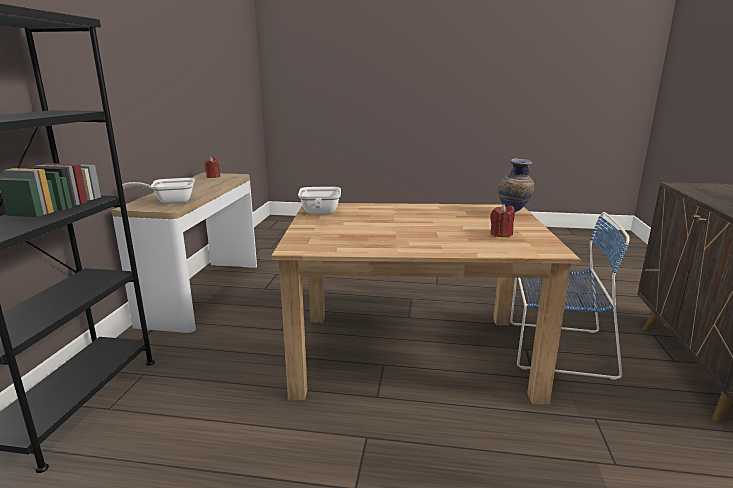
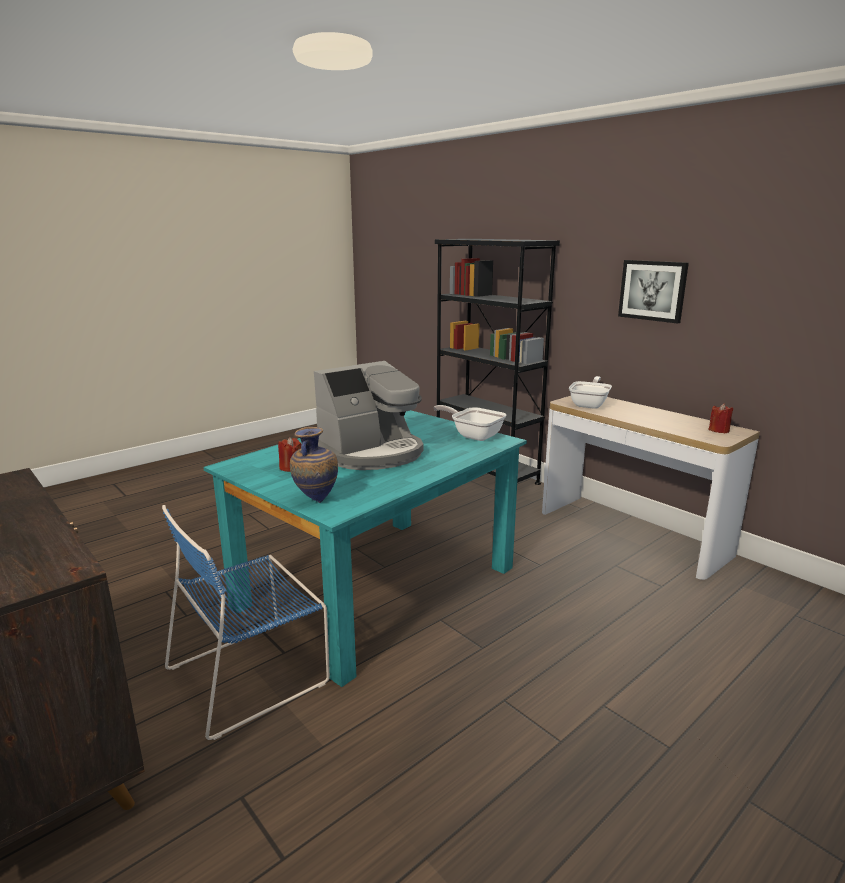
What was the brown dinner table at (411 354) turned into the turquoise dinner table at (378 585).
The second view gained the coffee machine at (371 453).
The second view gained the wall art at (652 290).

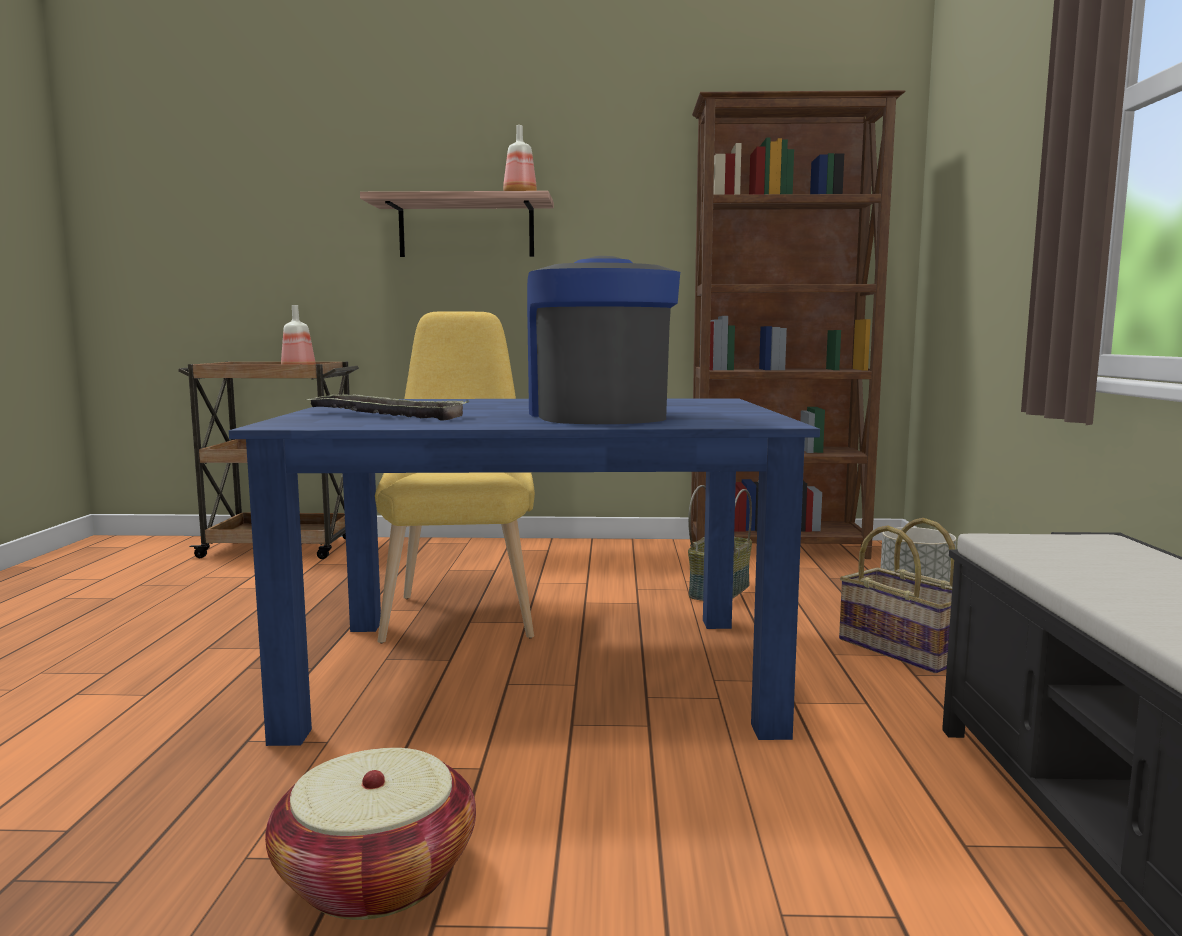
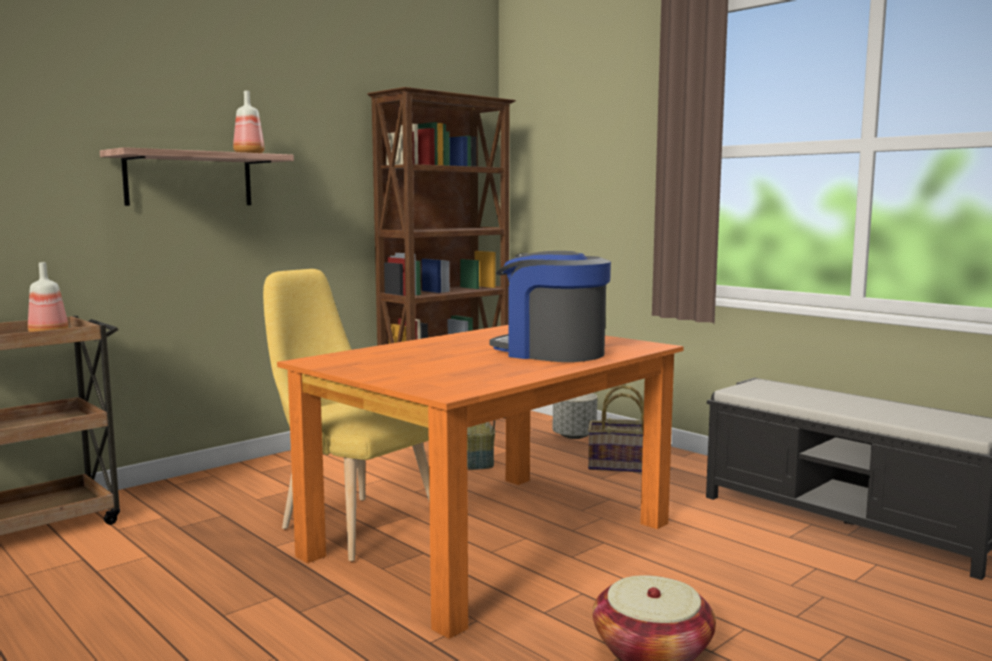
What was the bluish dinner table at (534 672) turned into the orangey dinner table at (490 540).
The second view lost the tray at (386 415).

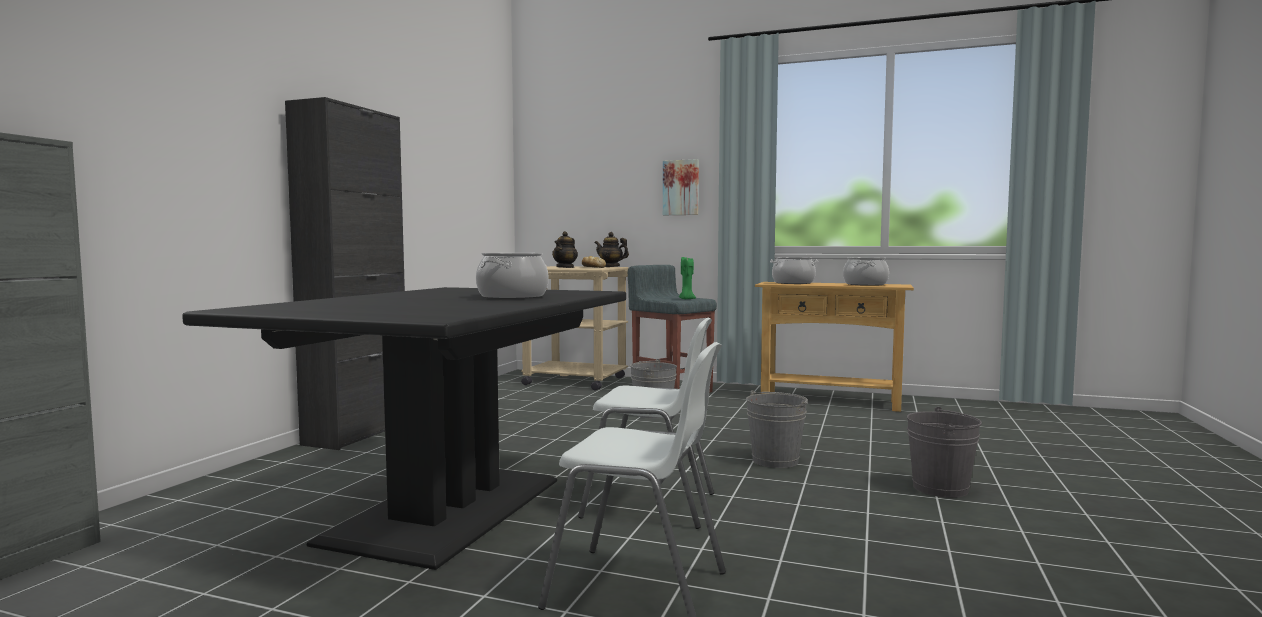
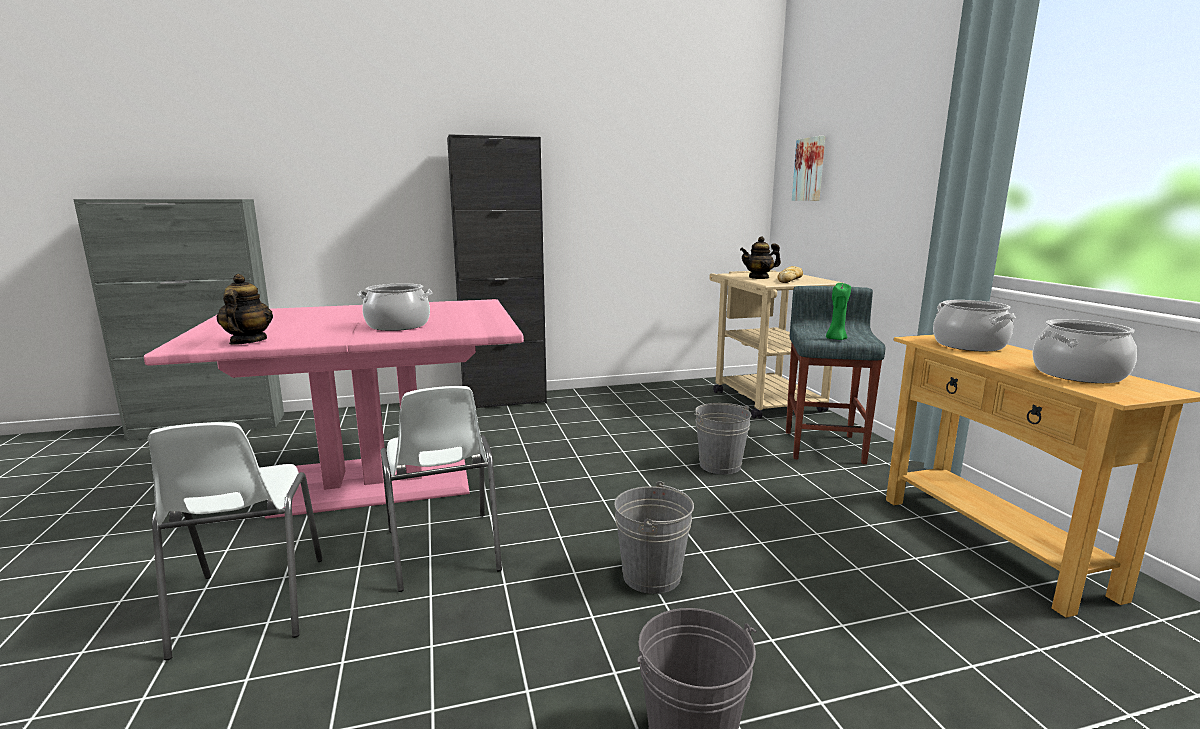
What was the black-coloured dinner table at (450 510) turned into the pink-coloured dinner table at (376 482).
The pot for tea ended up elsewhere, having gone from (611 266) to (248 341).
The wall art ended up elsewhere, having gone from (681 187) to (810 169).

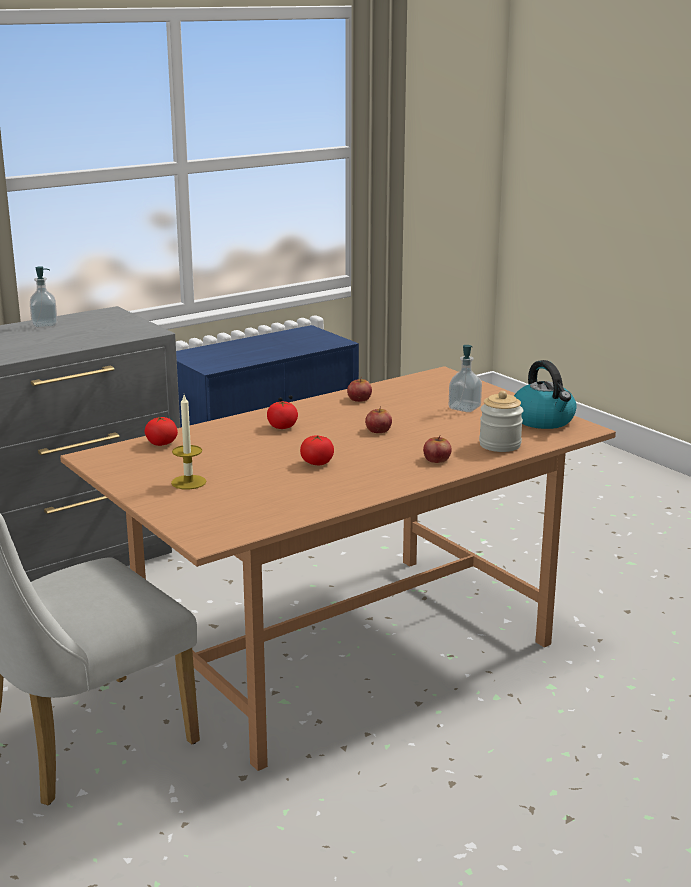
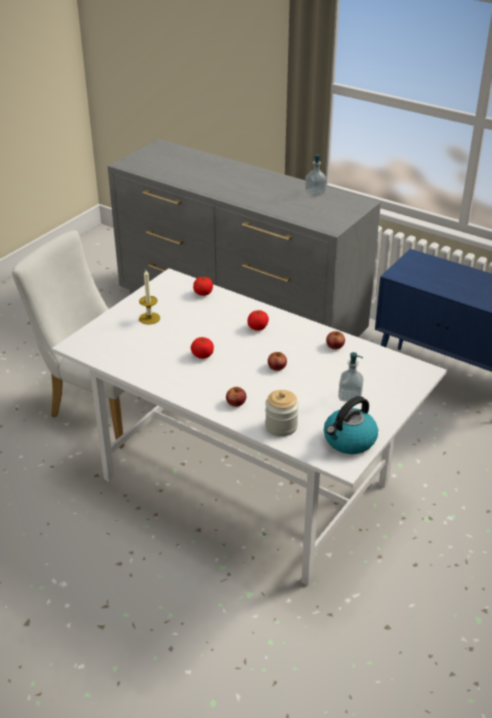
What was the brown dinner table at (346 647) turned into the white dinner table at (248 480).

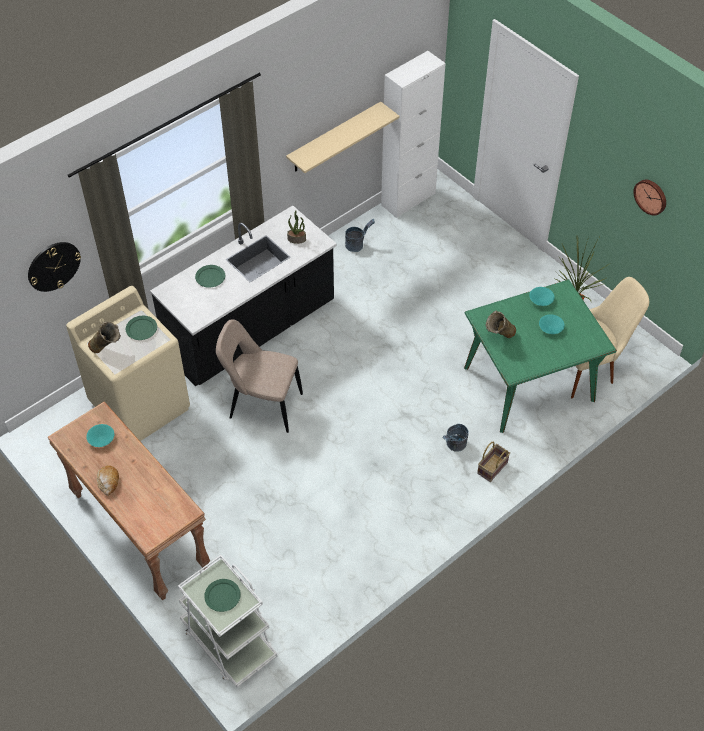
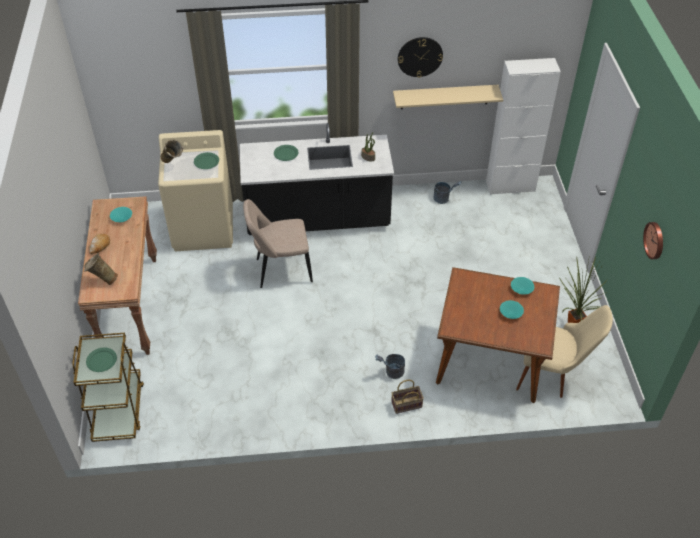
What was the white trolley at (229 641) turned into the brown trolley at (118 410).
The sand-coloured vase ended up elsewhere, having gone from (498 338) to (103 281).
The sand-coloured upright chair at (262 405) ended up facing another way, 60 degrees counterclockwise from before.
The wall clock ended up elsewhere, having gone from (53 266) to (420 56).
What was the green-coloured dinner table at (528 384) turned into the brown dinner table at (489 360).

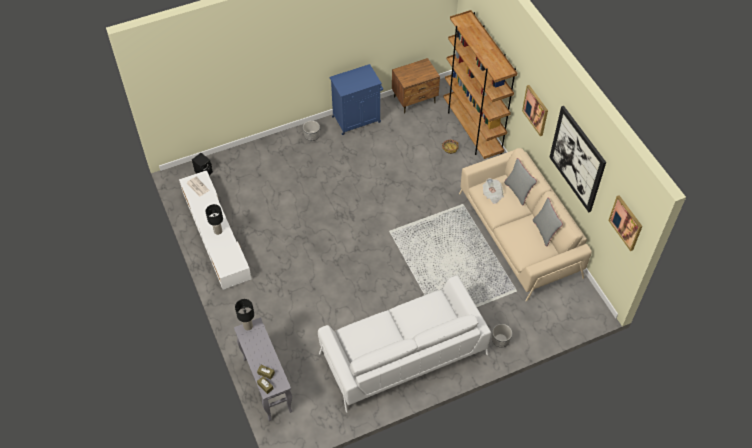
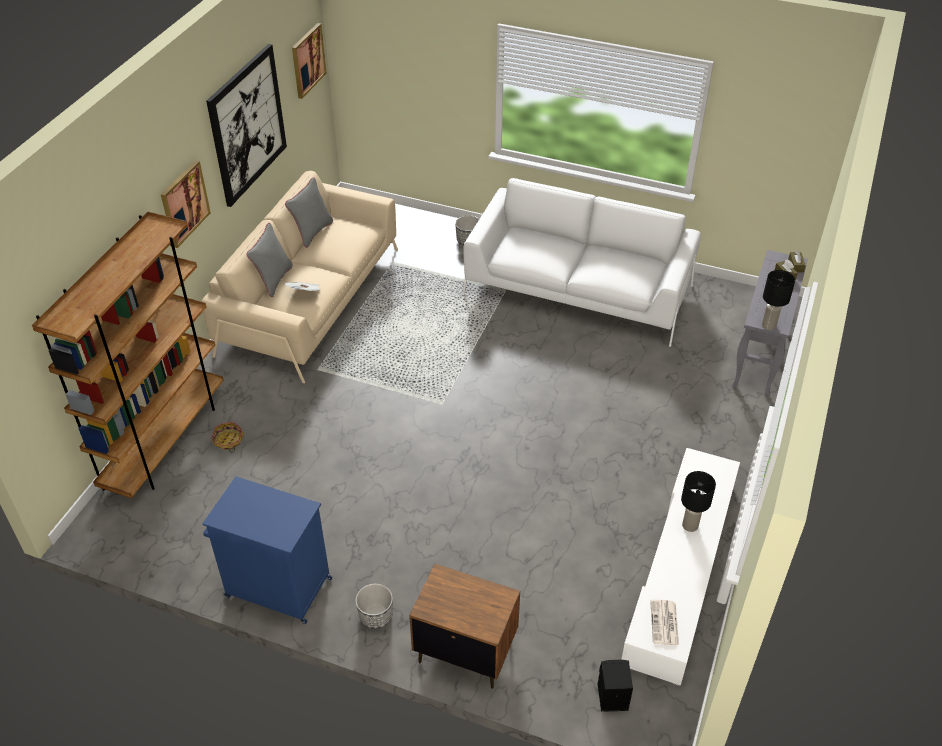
The brown nightstand ended up elsewhere, having gone from (415 100) to (465 651).

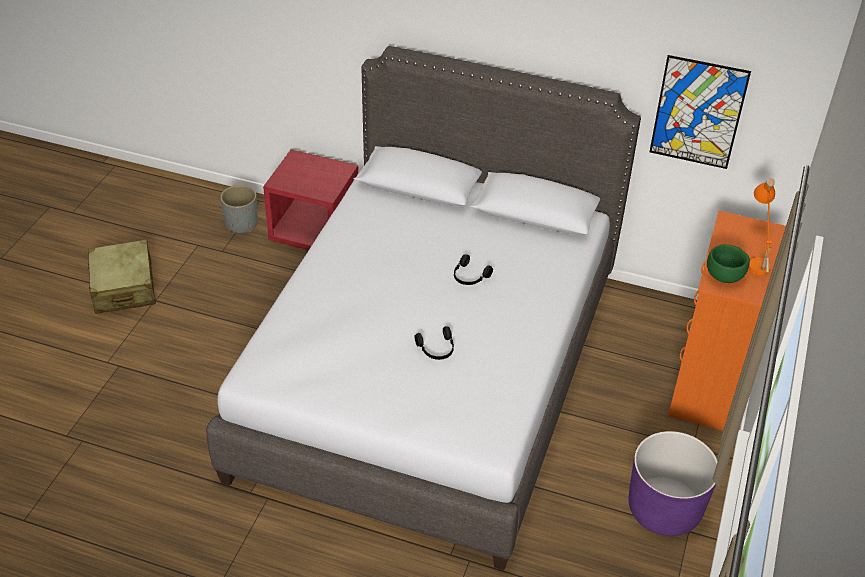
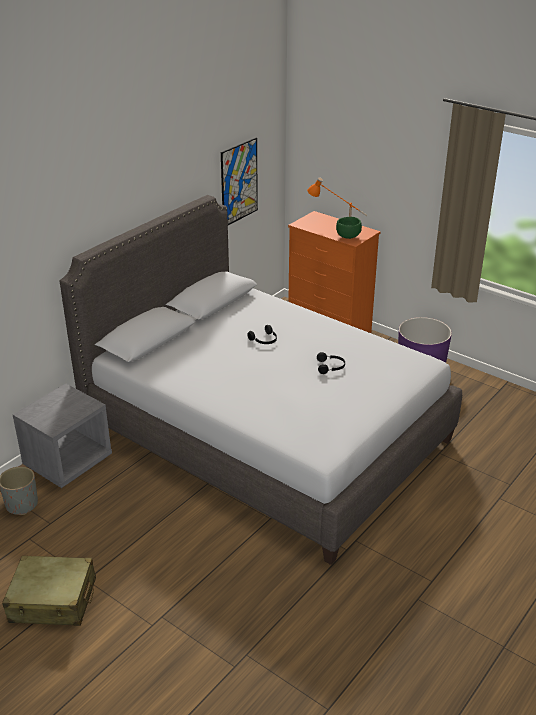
What was the red-coloured nightstand at (315 232) turned into the gray nightstand at (68 461).

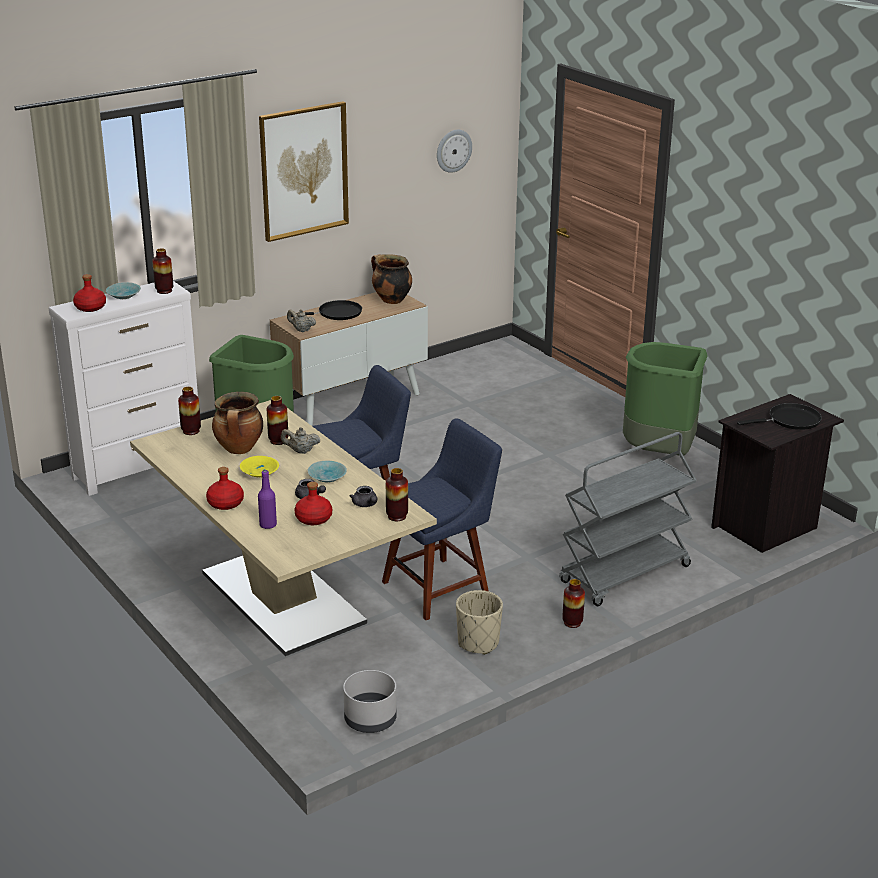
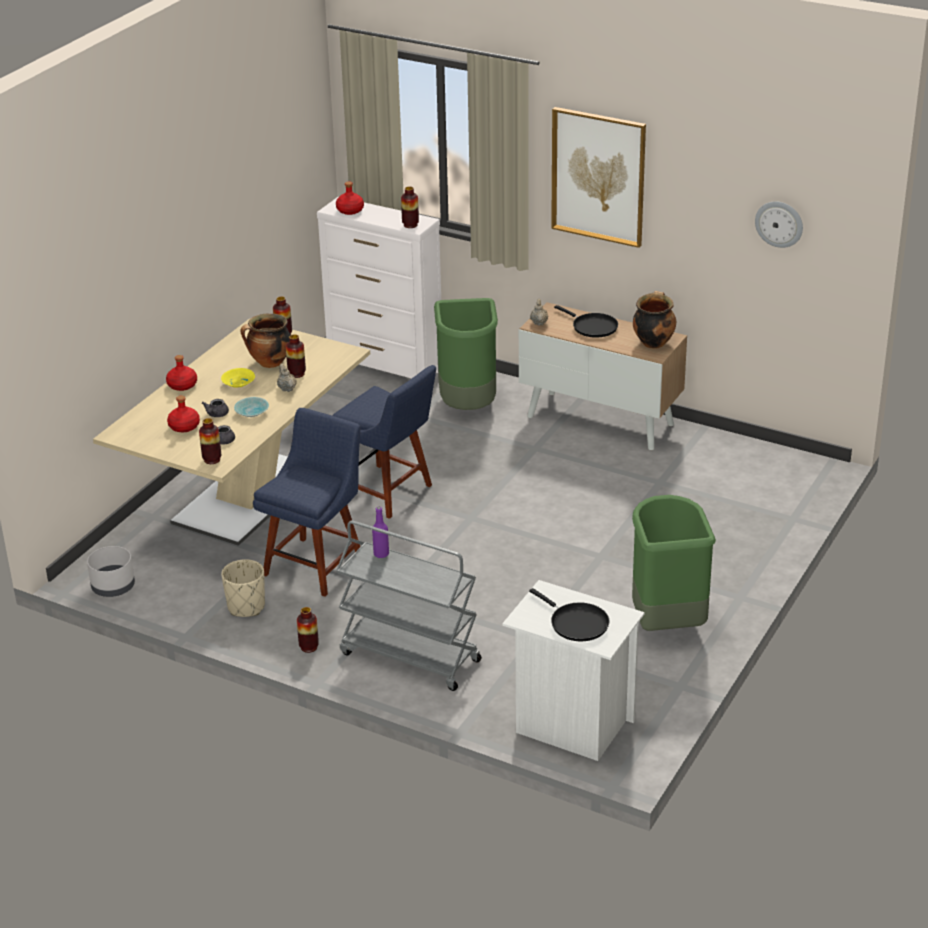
The bluish upright chair at (440 586) ended up facing another way, 90 degrees counterclockwise from before.
The purplish bottle ended up elsewhere, having gone from (268 525) to (381 554).
What was the black-coloured nightstand at (766 527) turned into the white nightstand at (570 726).
The second view lost the turquoise deep dish at (125 296).

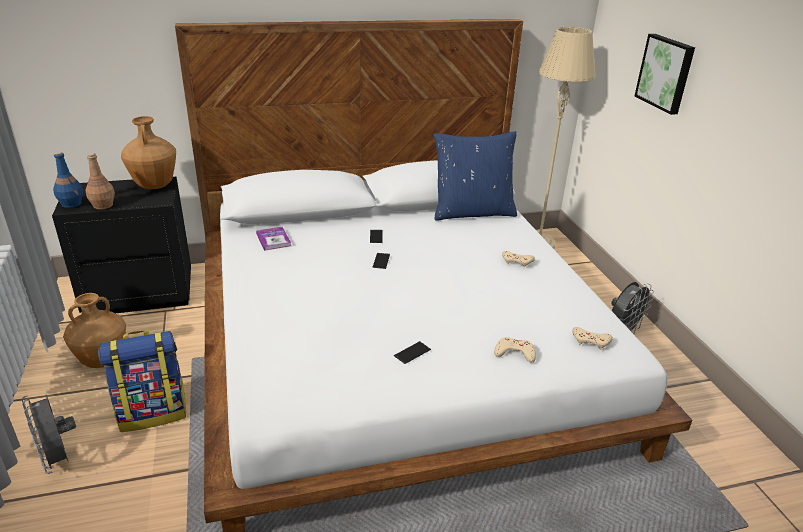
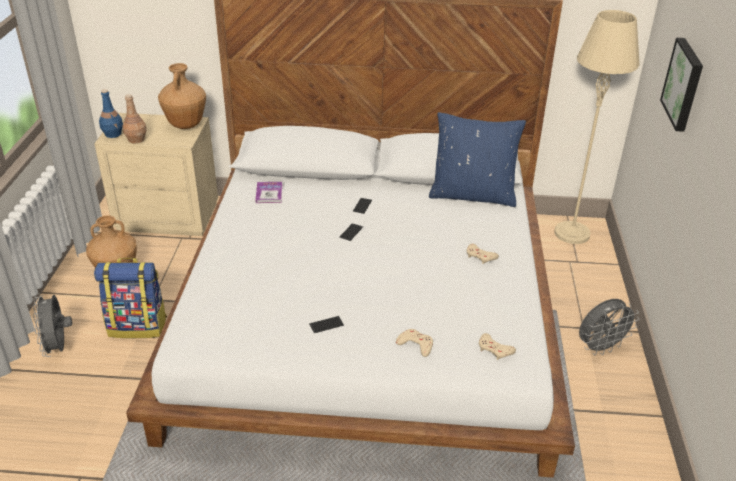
What was the black-coloured nightstand at (140 292) turned into the sand-coloured nightstand at (168 216).

